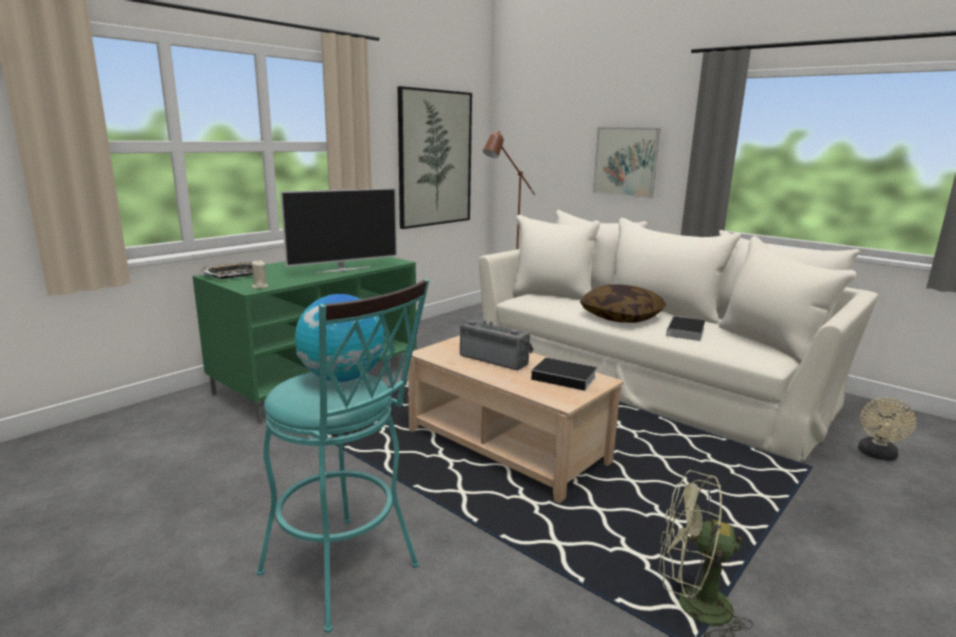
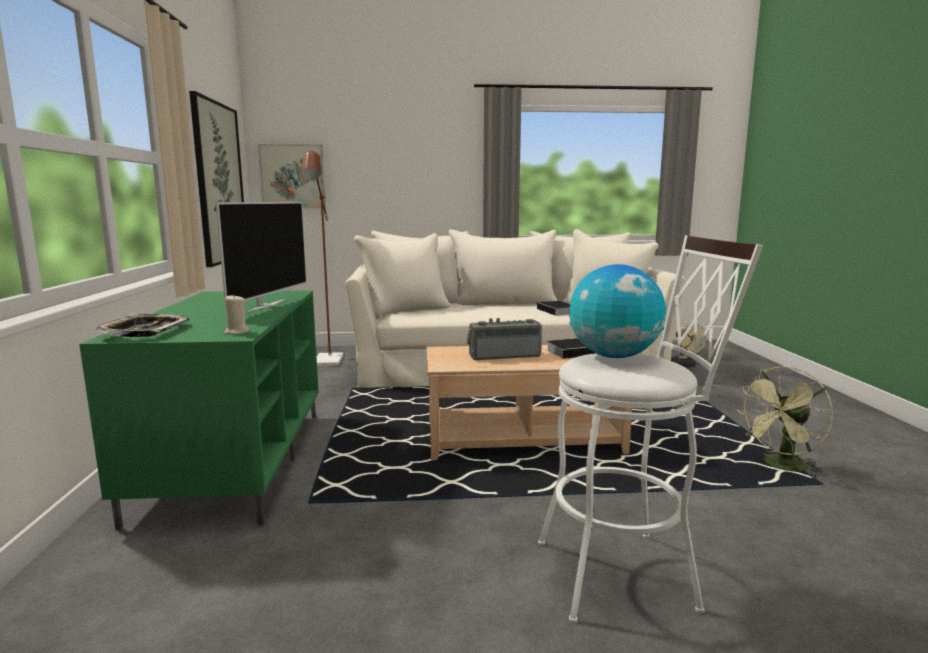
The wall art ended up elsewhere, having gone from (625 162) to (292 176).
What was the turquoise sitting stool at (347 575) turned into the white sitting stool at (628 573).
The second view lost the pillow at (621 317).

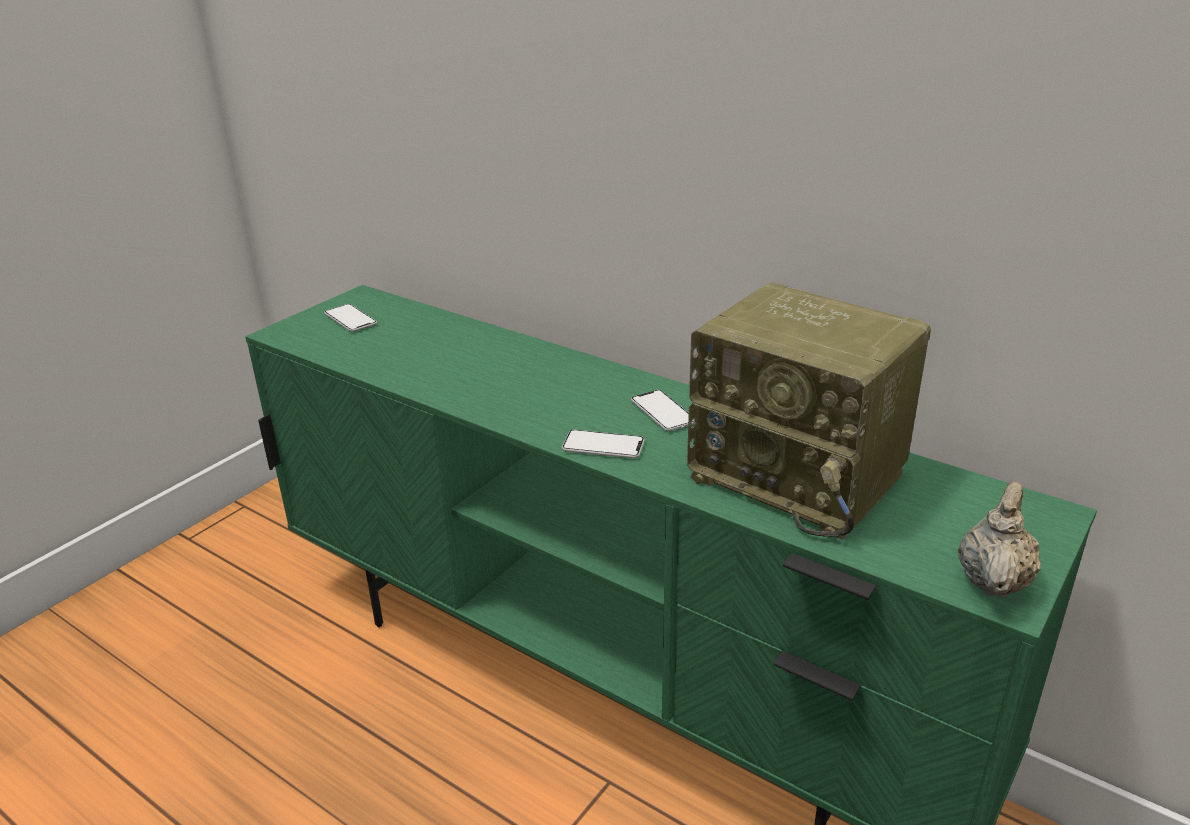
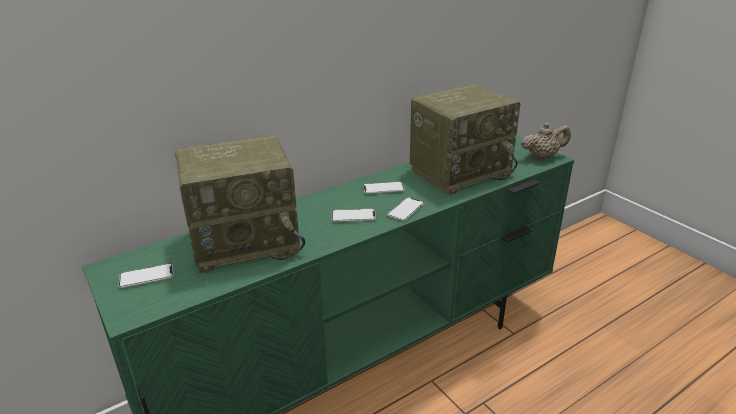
The second view gained the radio receiver at (246 240).
The second view gained the telephone at (353 216).
The sand-coloured pot for tea at (993 580) ended up facing another way, 120 degrees clockwise from before.

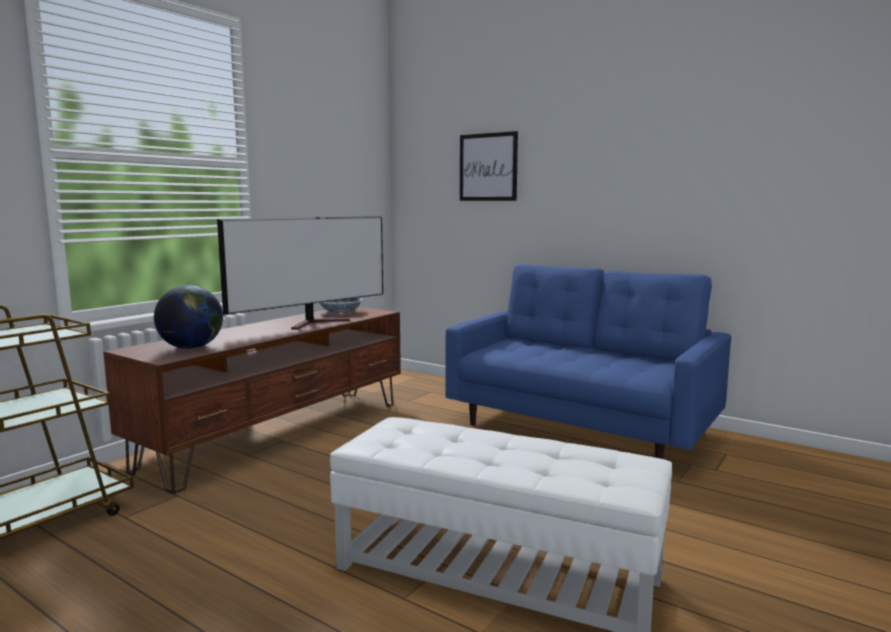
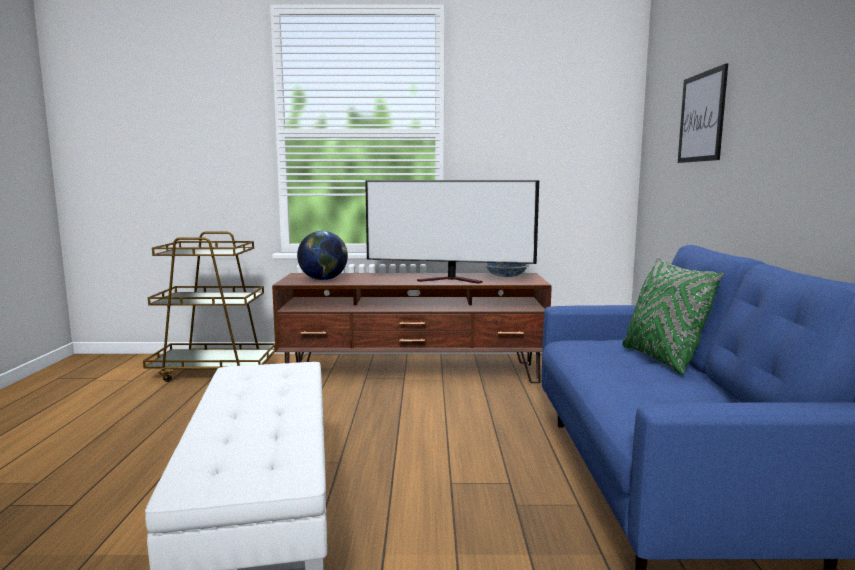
The second view gained the green-coloured pillow at (661 359).

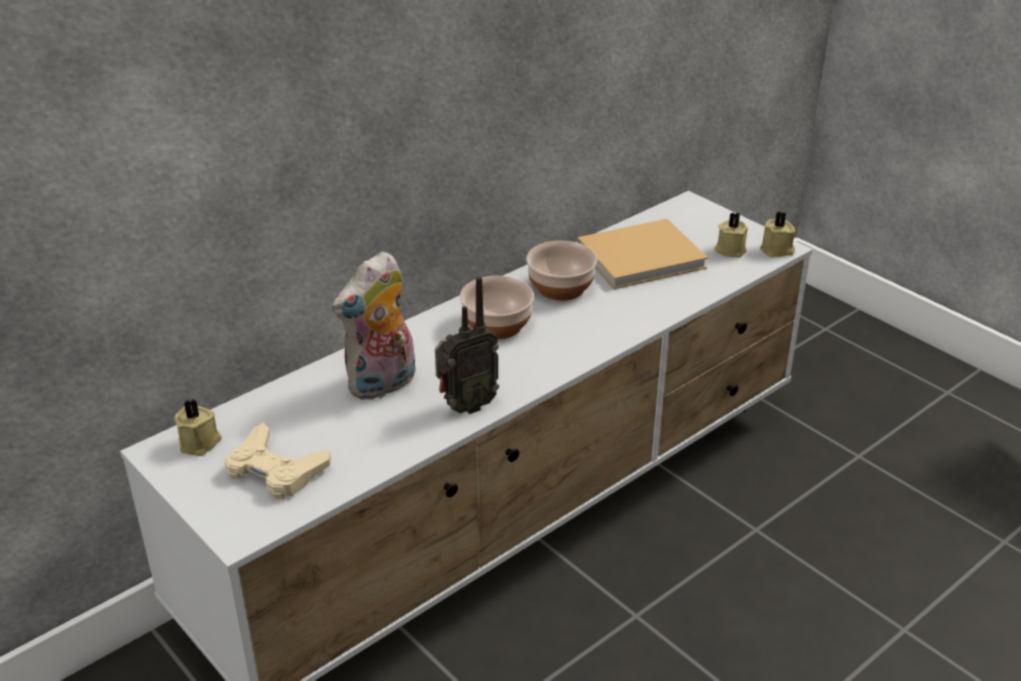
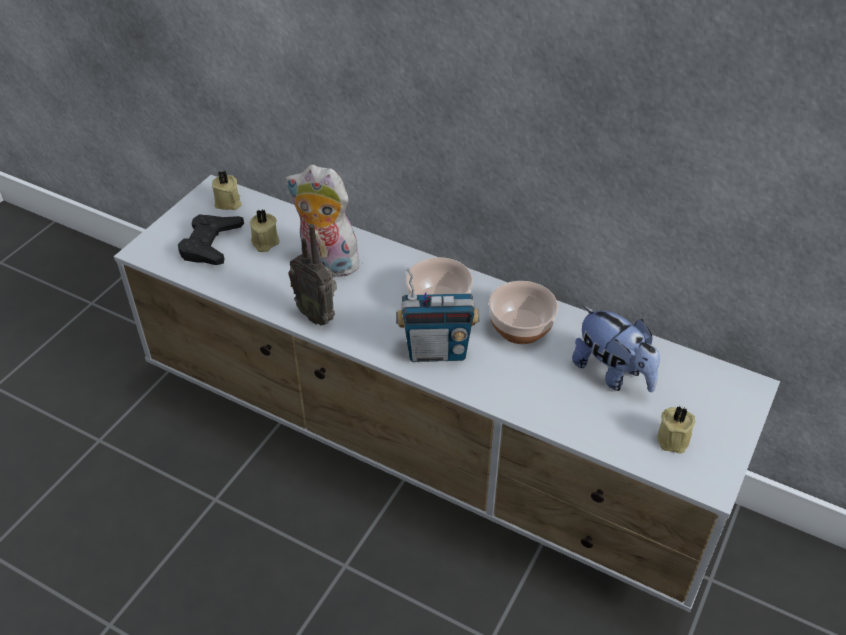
What was the sand-coloured gamepad at (275 470) turned into the black-coloured gamepad at (211 244).
The sand-coloured candle ended up elsewhere, having gone from (777 250) to (264 242).
The second view gained the radio receiver at (436 351).
Where the sand-coloured volume stood at (644 257), the cuddly toy came to stand at (612 373).

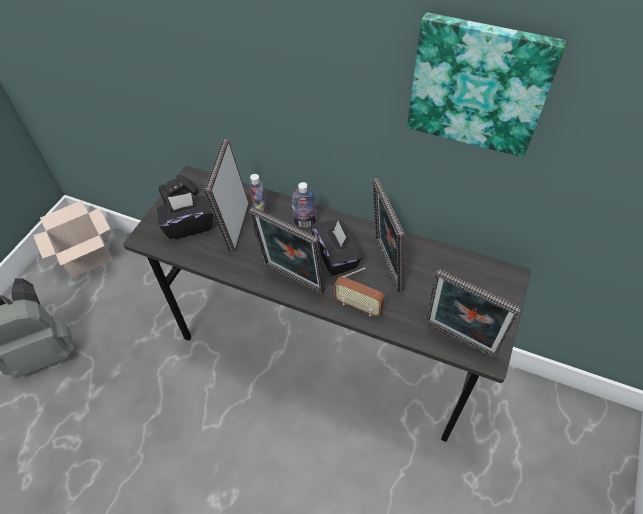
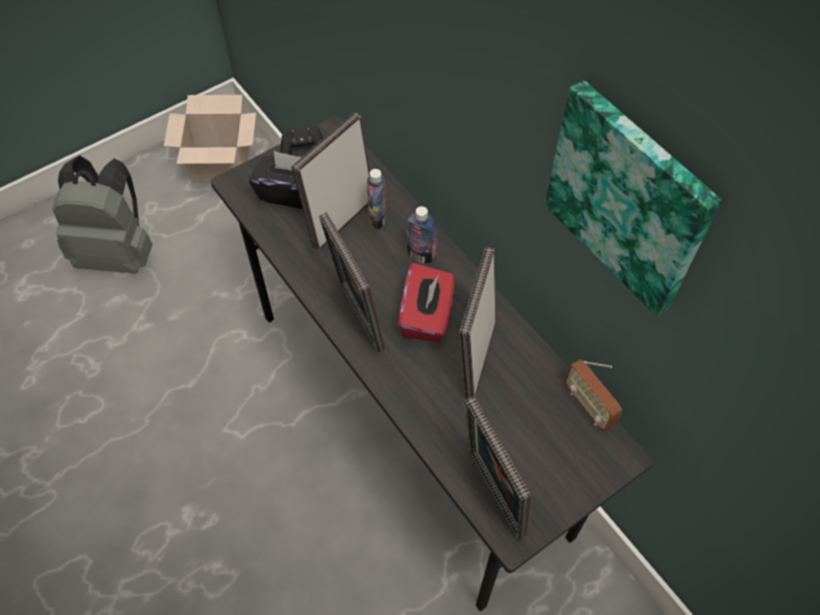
What was the black-coloured tissue box at (336 256) turned into the red-coloured tissue box at (426 316).
The radio receiver ended up elsewhere, having gone from (358 306) to (588 405).

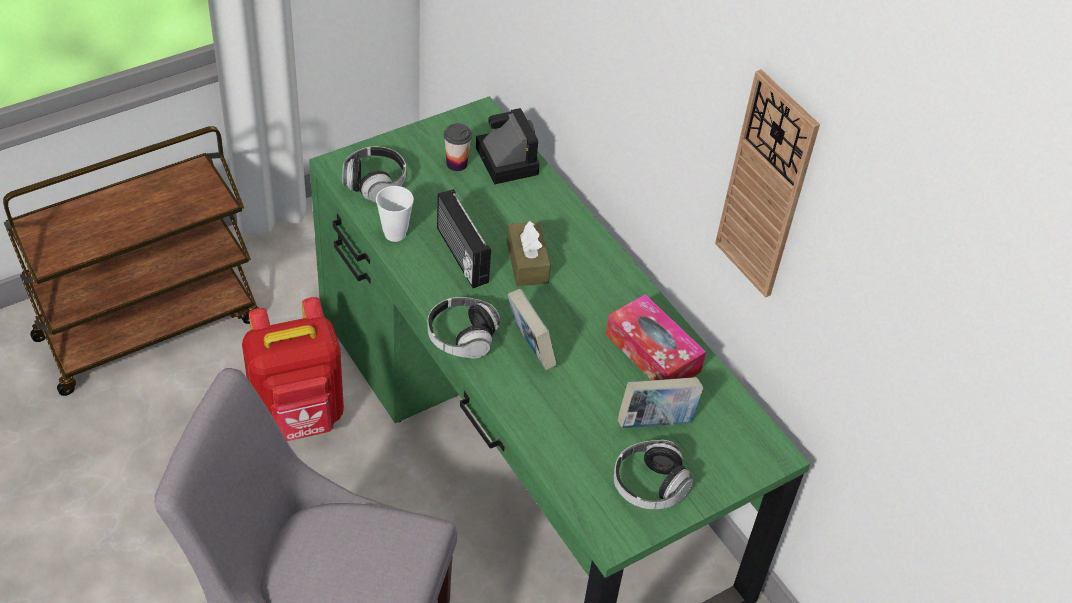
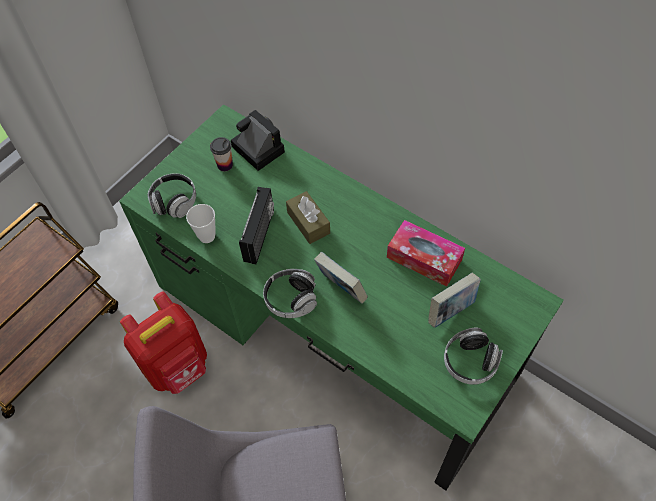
The radio receiver at (460 256) ended up facing another way, 120 degrees counterclockwise from before.
The second view lost the wall clock at (766 187).

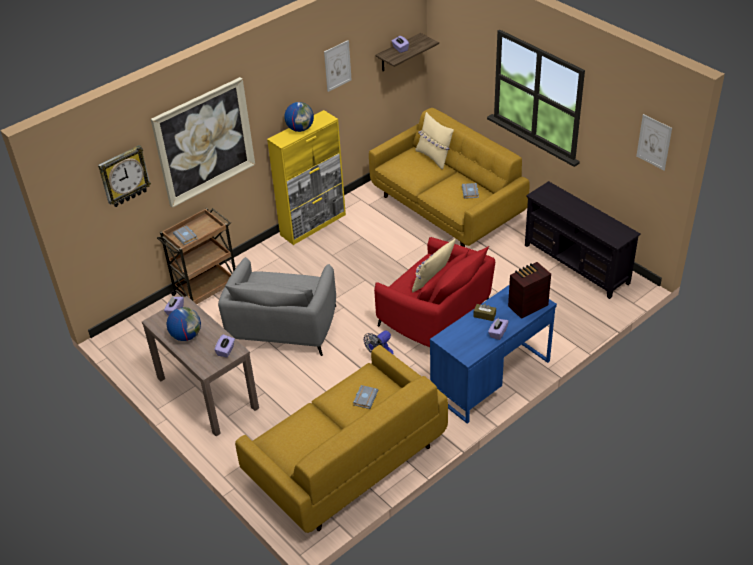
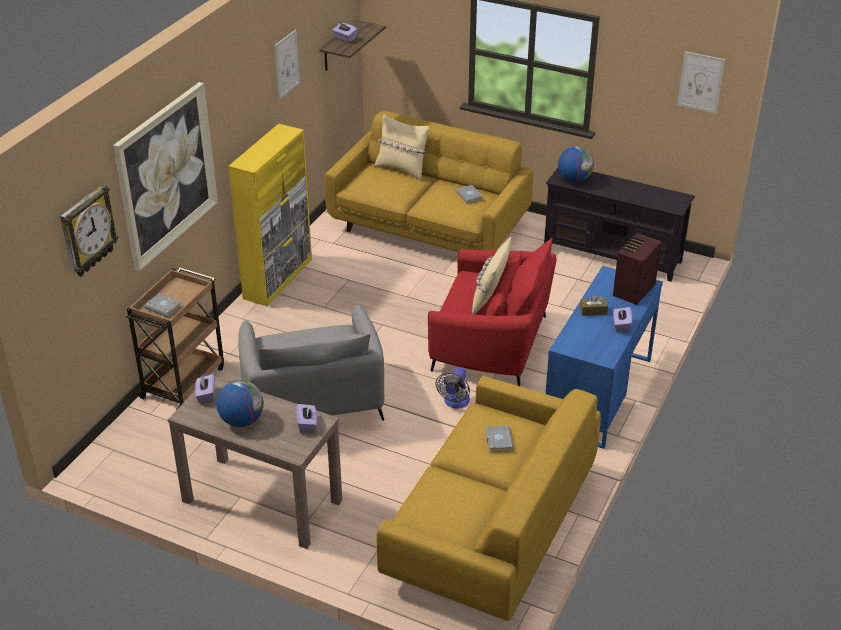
The globe ended up elsewhere, having gone from (300 129) to (574 179).

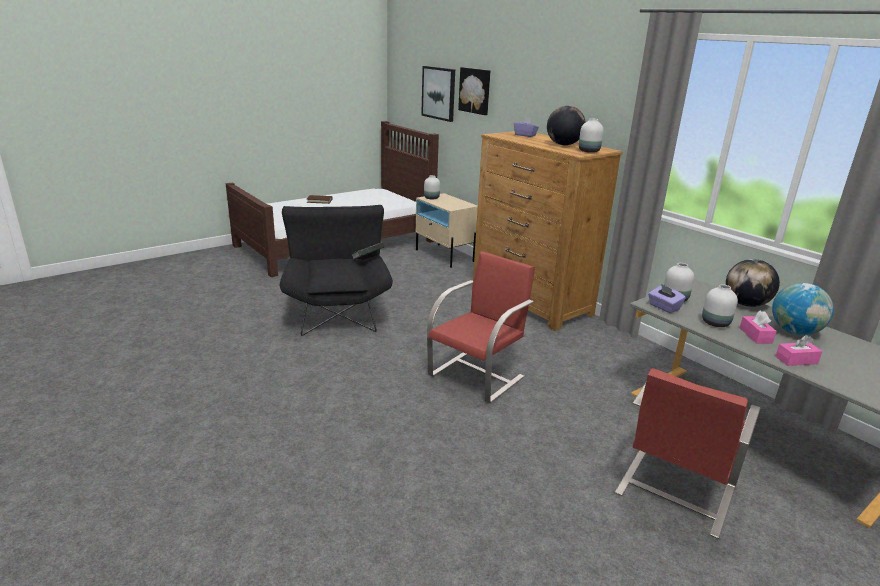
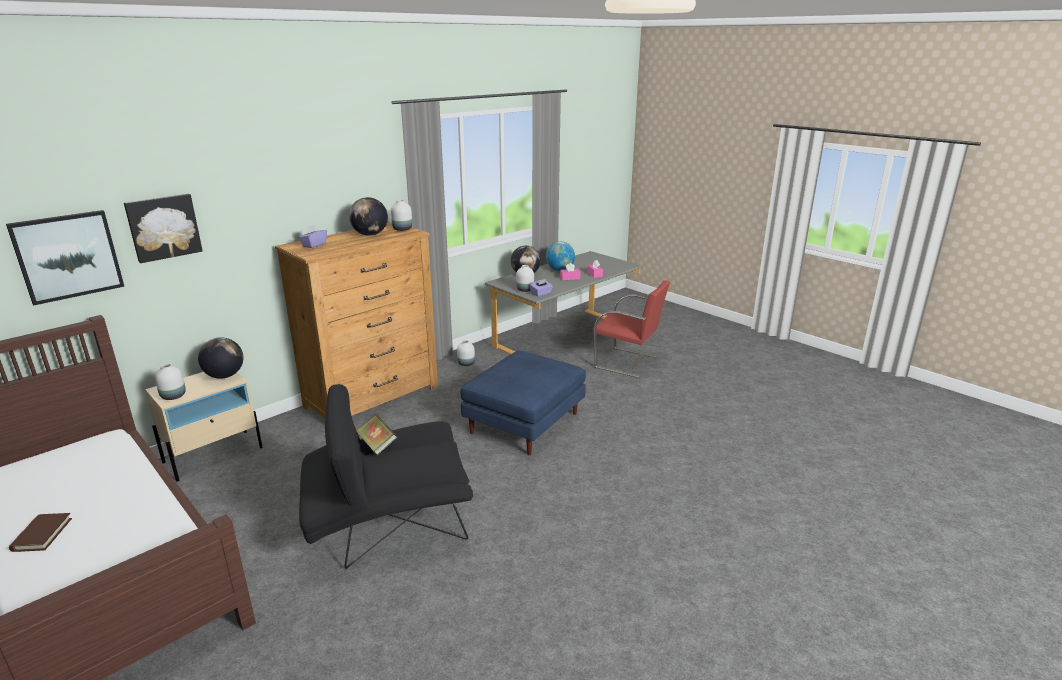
The second view gained the globe at (224 376).
The white vase ended up elsewhere, having gone from (715 323) to (466 363).
Where the red-coloured upright chair stood at (477 375), the bluish ottoman came to stand at (525 422).

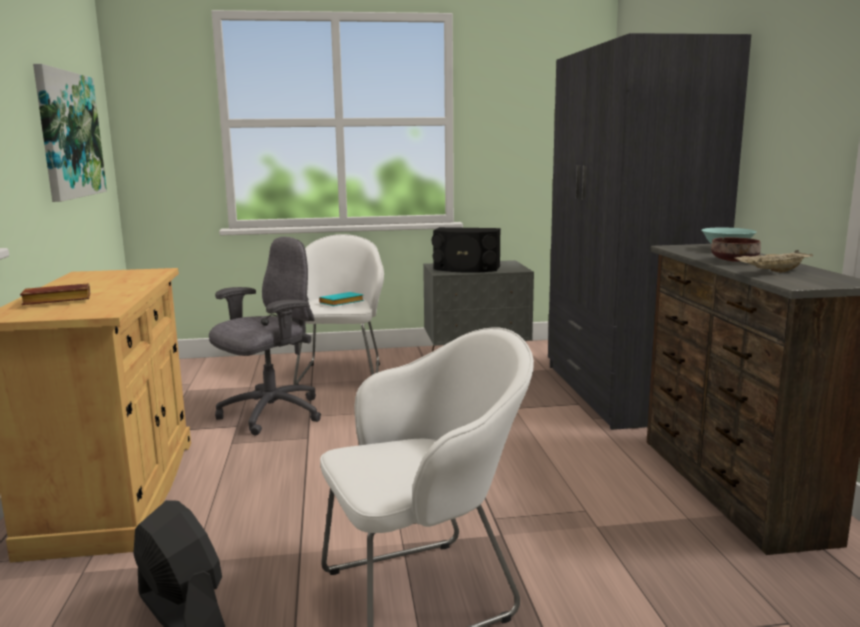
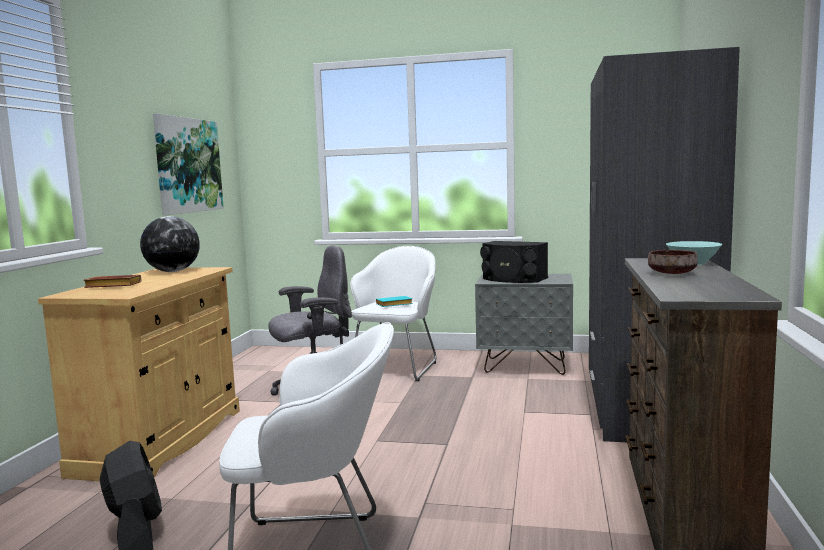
The second view gained the globe at (172 271).
The second view lost the sand-coloured tray at (773 272).

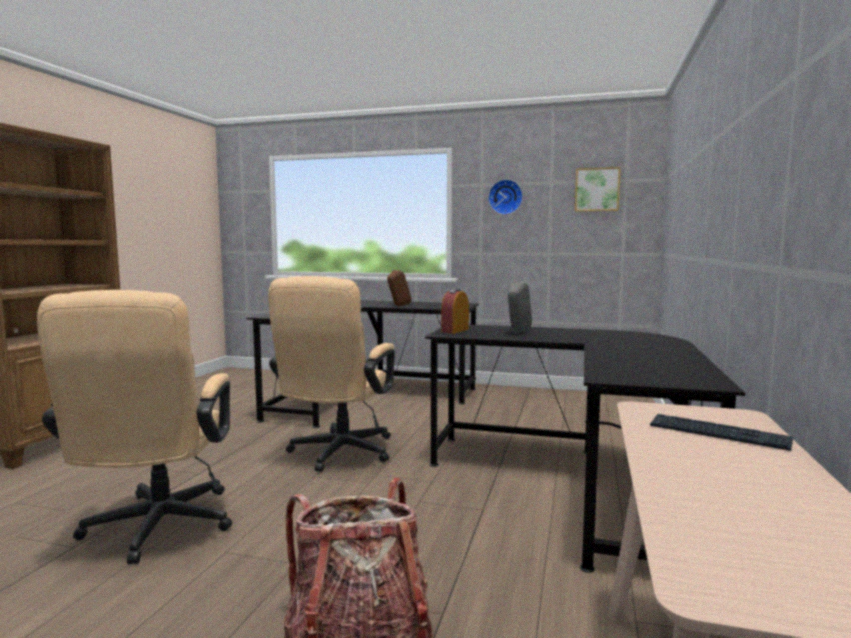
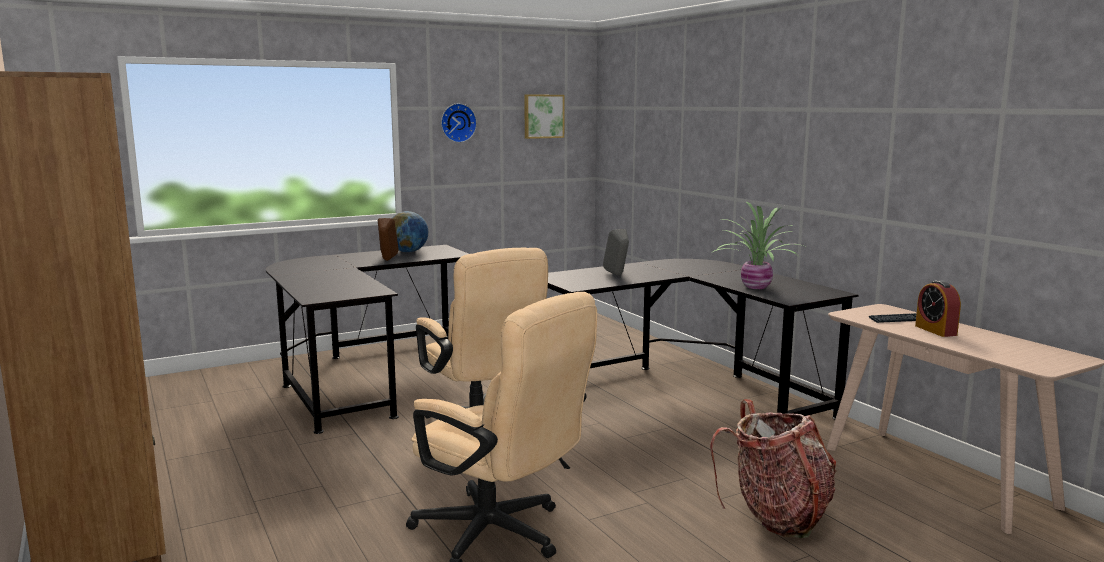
The second view gained the globe at (408 252).
The second view gained the houseplant at (755 287).
The table clock ended up elsewhere, having gone from (455 330) to (935 330).

